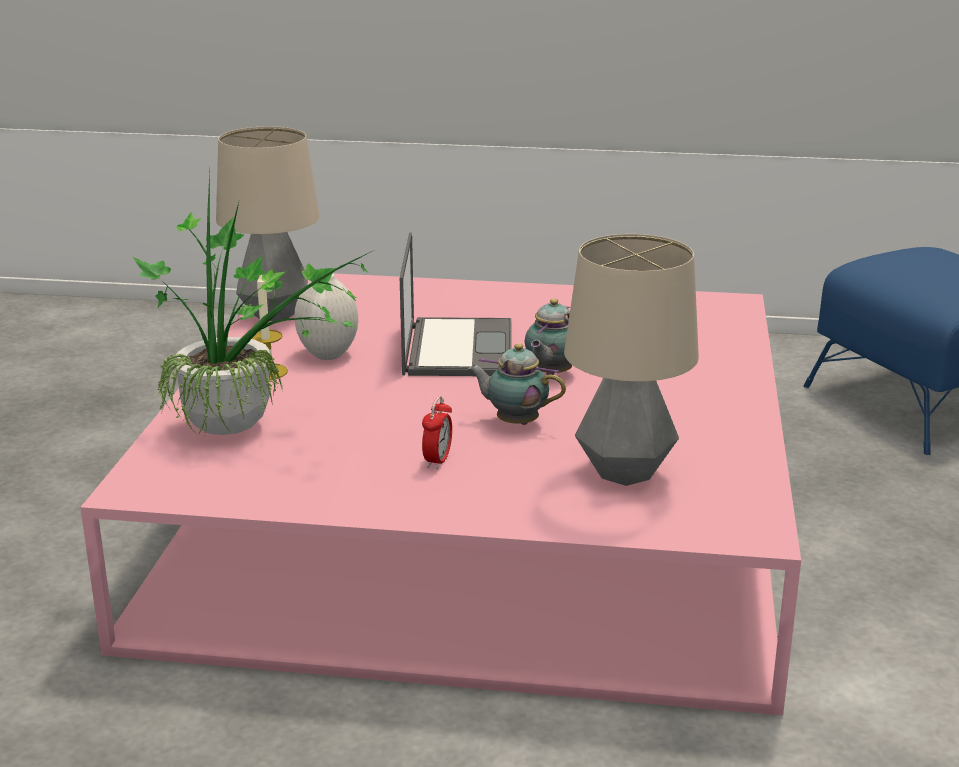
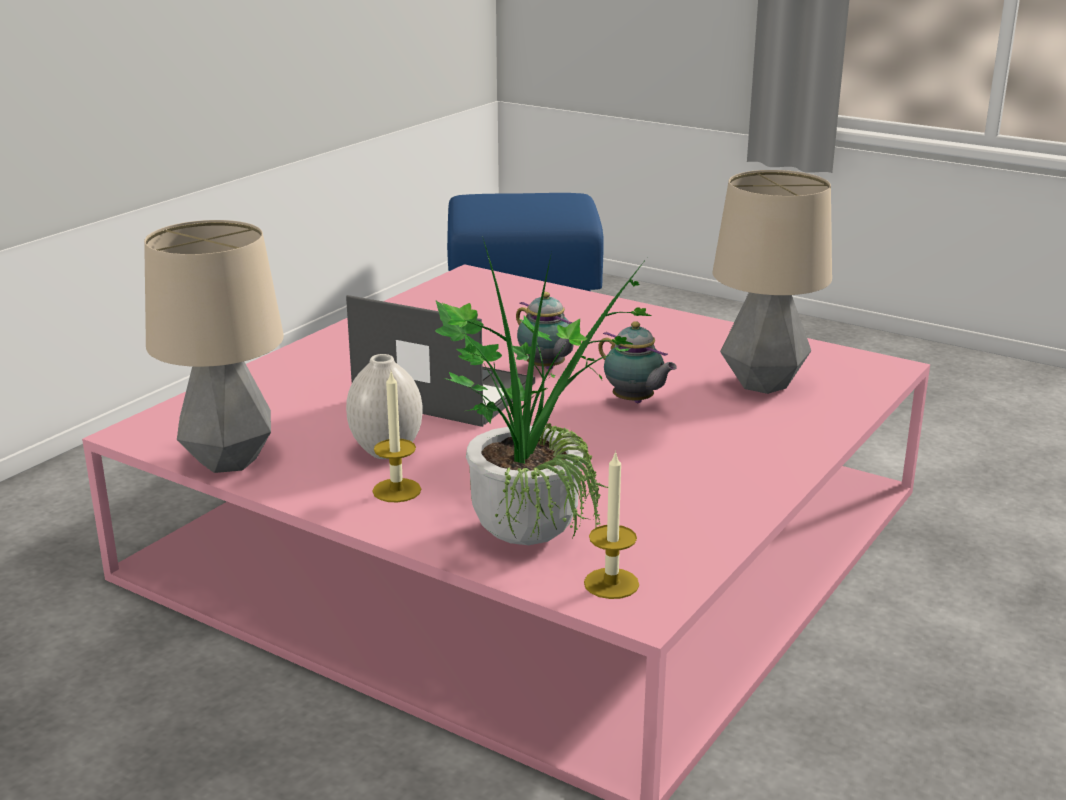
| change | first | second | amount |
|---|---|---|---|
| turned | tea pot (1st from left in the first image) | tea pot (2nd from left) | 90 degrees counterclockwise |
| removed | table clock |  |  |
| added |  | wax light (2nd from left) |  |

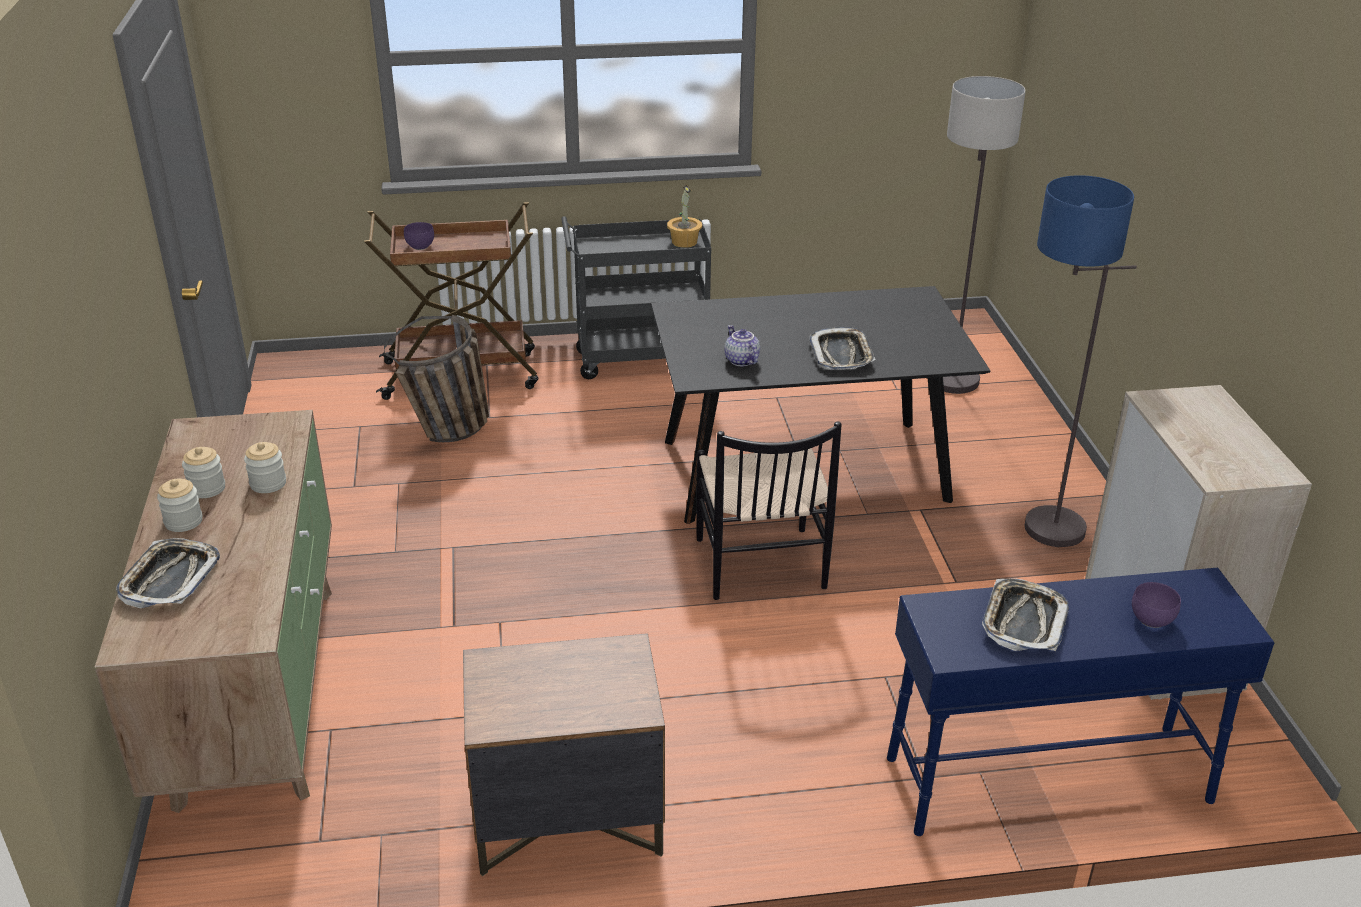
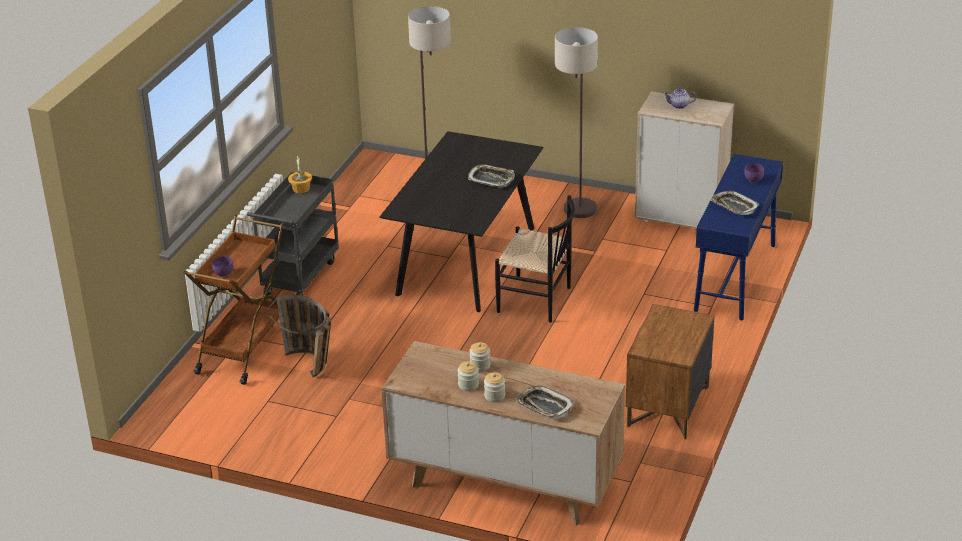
| change | first | second | amount |
|---|---|---|---|
| recoloured | standard lamp (blue) | standard lamp (gray) (2nd from left) |  |
| moved | tea pot |  |  |

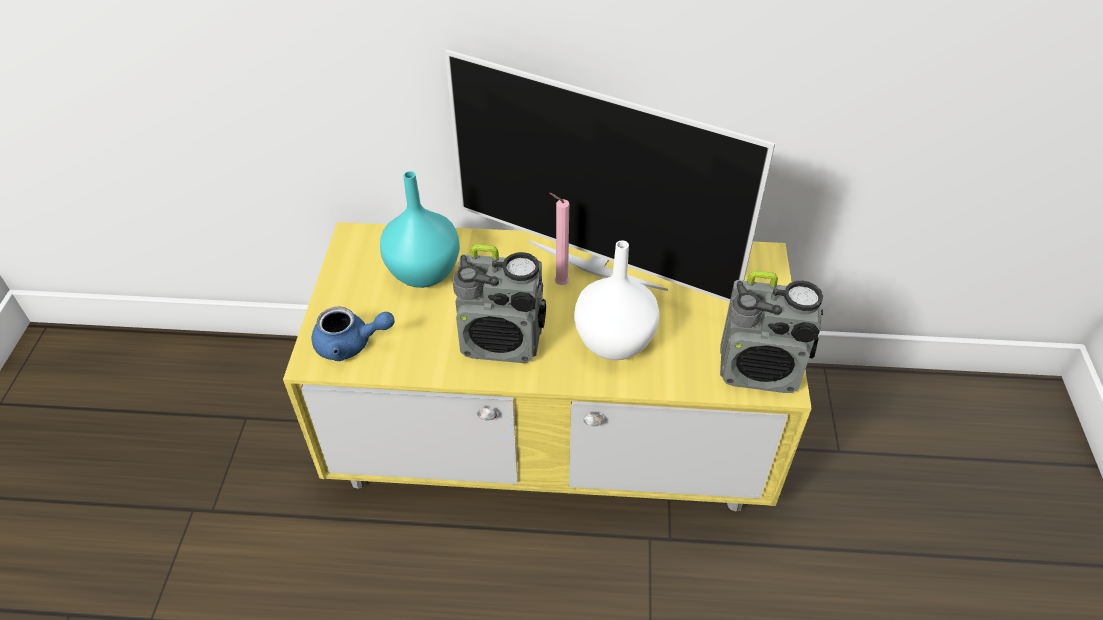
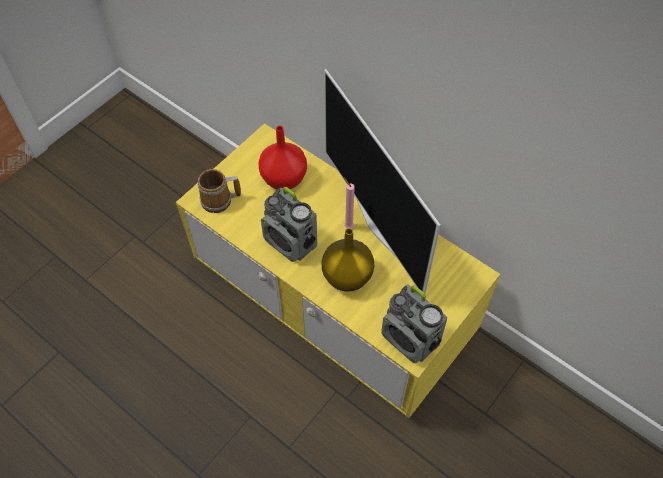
| change | first | second | amount |
|---|---|---|---|
| recoloured | decorative vase (turquoise) | decorative vase (red-coloured) |  |
| recoloured | decorative vase (white-coloured) | decorative vase (yellowish) |  |
| replaced | tea pot (blue) | coffee mug |  |

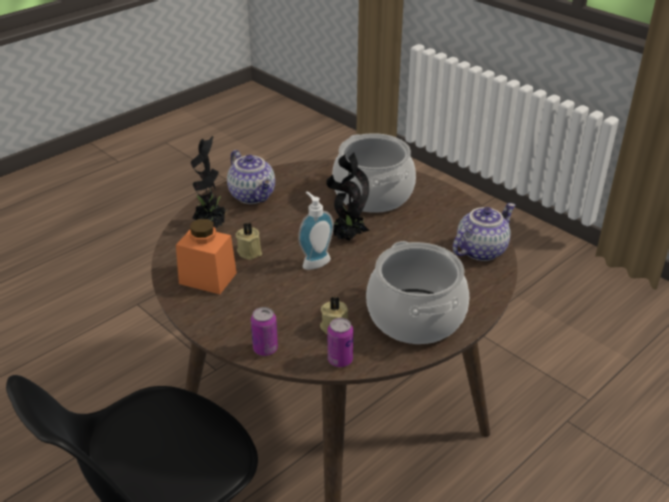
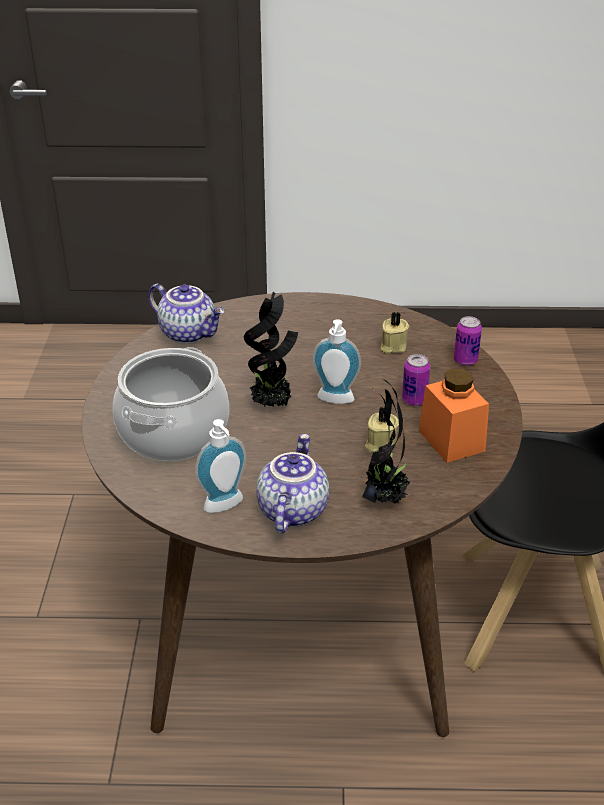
| change | first | second | amount |
|---|---|---|---|
| turned | tea pot (2nd from left in the first image) | tea pot (1st from left) | 150 degrees counterclockwise |
| removed | saucepot (2nd from left) |  |  |
| moved | sealed can (2nd from left in the first image) | sealed can (1st from left) |  |
| added |  | liquid soap bottle (1st from left) |  |

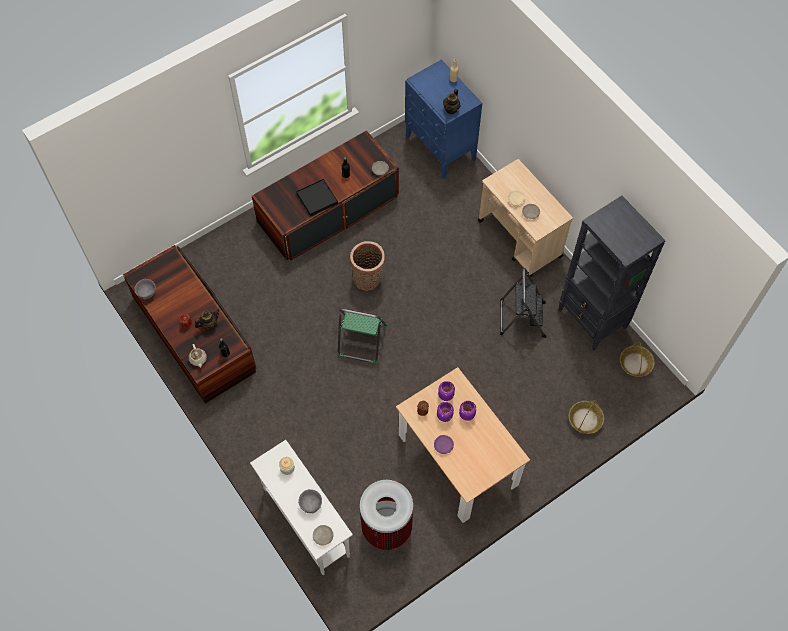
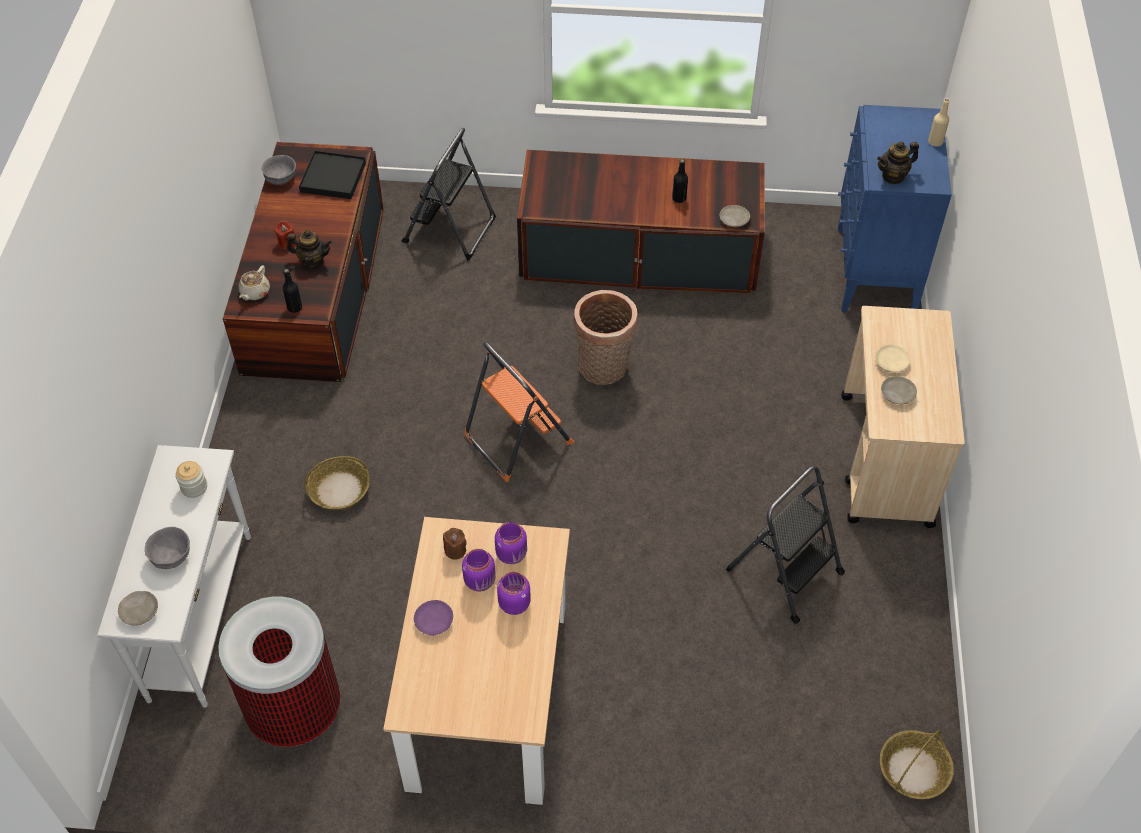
| change | first | second | amount |
|---|---|---|---|
| moved | serving tray (black) |  |  |
| removed | shelving unit (black) |  |  |
| recoloured | step stool (green) | step stool (orangey) |  |
| moved | household basket (2nd from left in the first image) | household basket (1st from left) |  |
| added |  | step stool (black) (1st from left) |  |

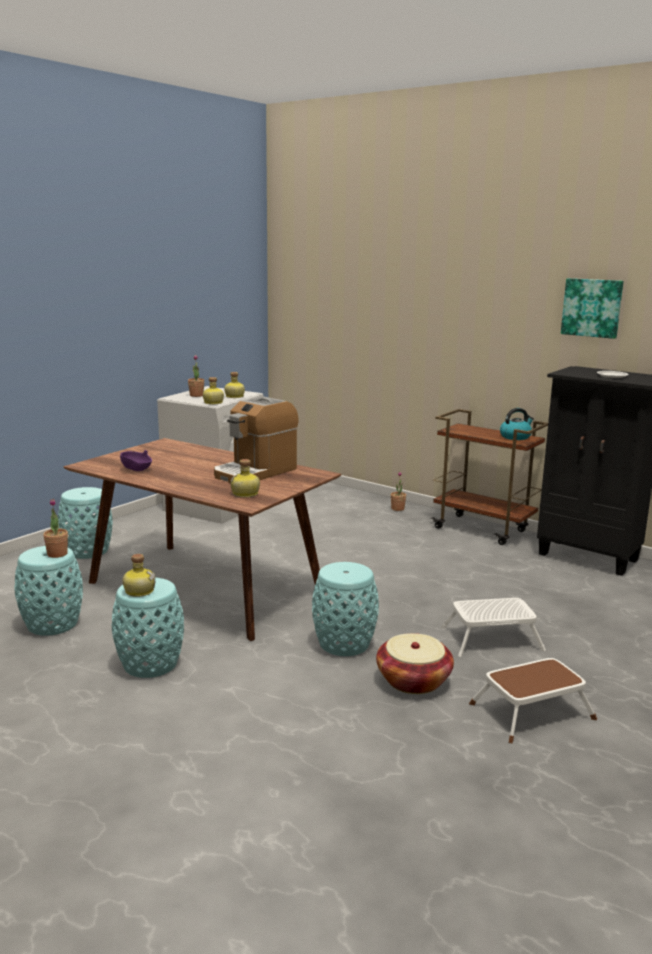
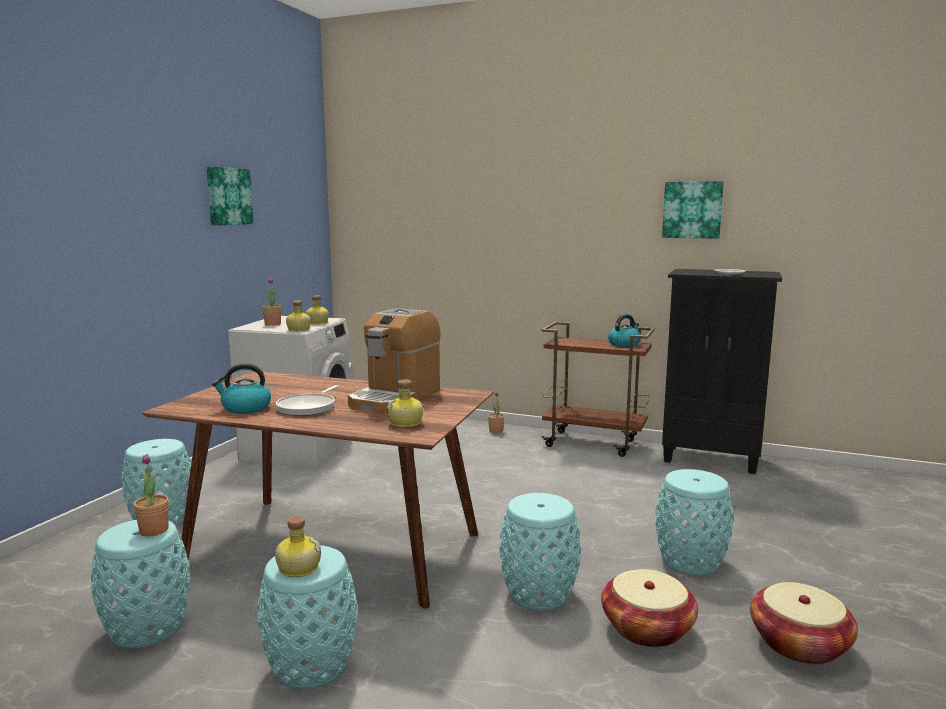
| change | first | second | amount |
|---|---|---|---|
| replaced | serving bowl (purplish) | kettle (1st from left) |  |
| replaced | step stool (white-coloured) | stool (turquoise) (5th from left) |  |
| replaced | step stool (brown-coloured) | household basket (2nd from left) |  |
| added |  | wall picture (1st from left) |  |
| added |  | frying pan |  |

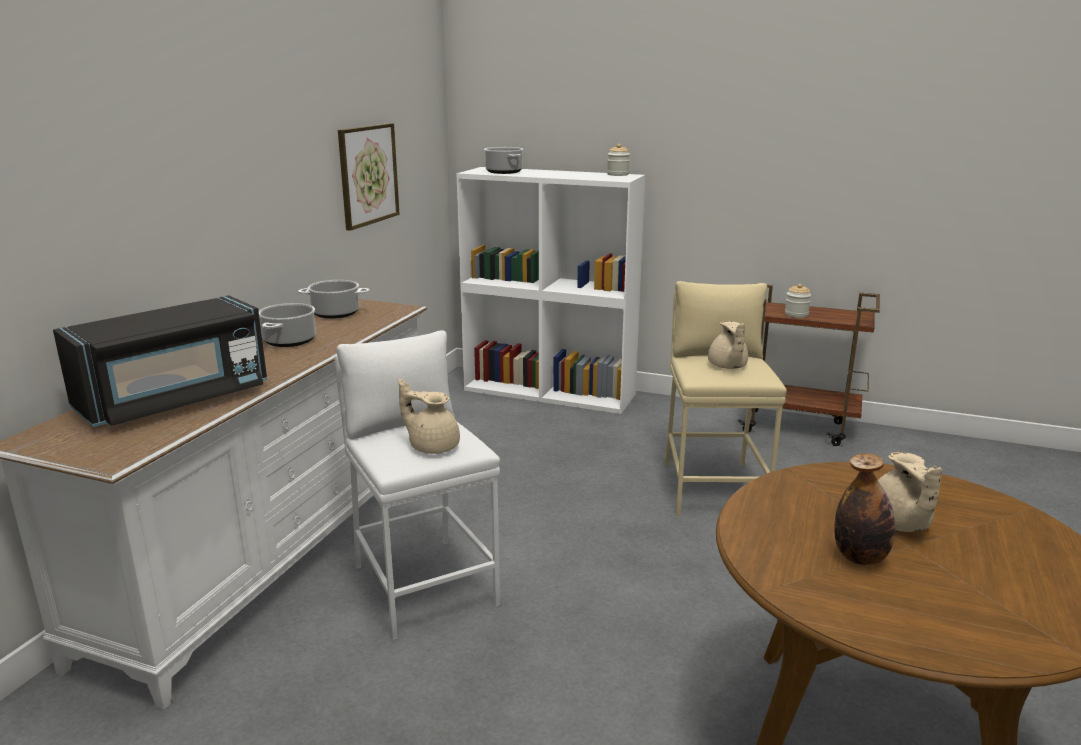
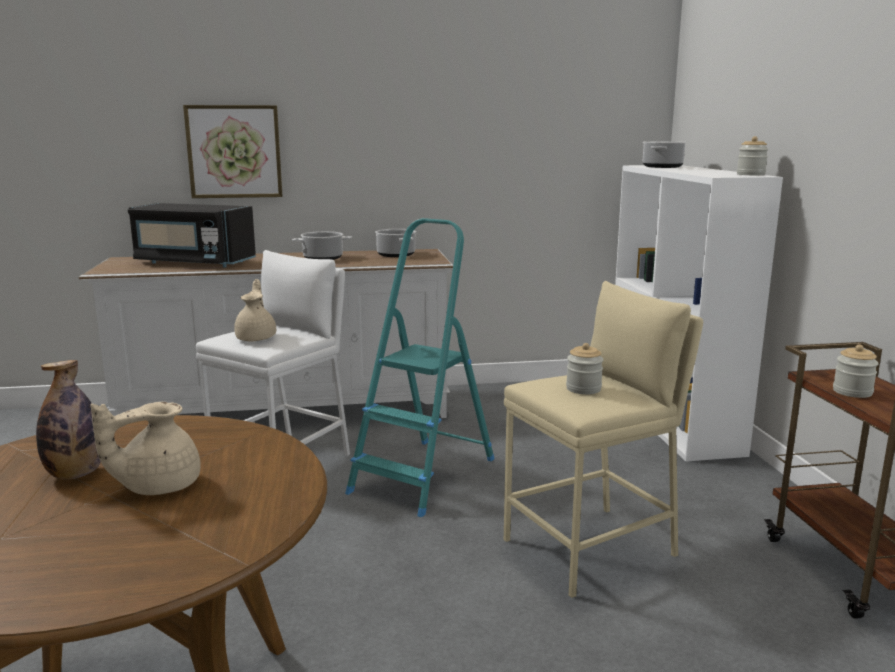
| change | first | second | amount |
|---|---|---|---|
| moved | wall picture |  |  |
| replaced | tea pot (beige-coloured) (2nd from left) | preserve jar (1st from left) |  |
| added |  | step stool (turquoise) |  |

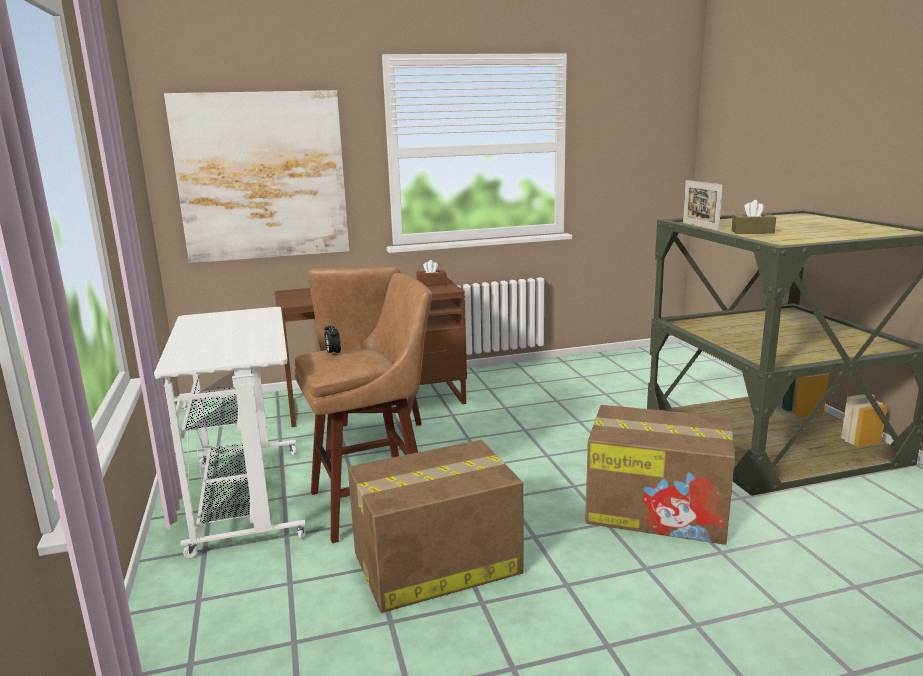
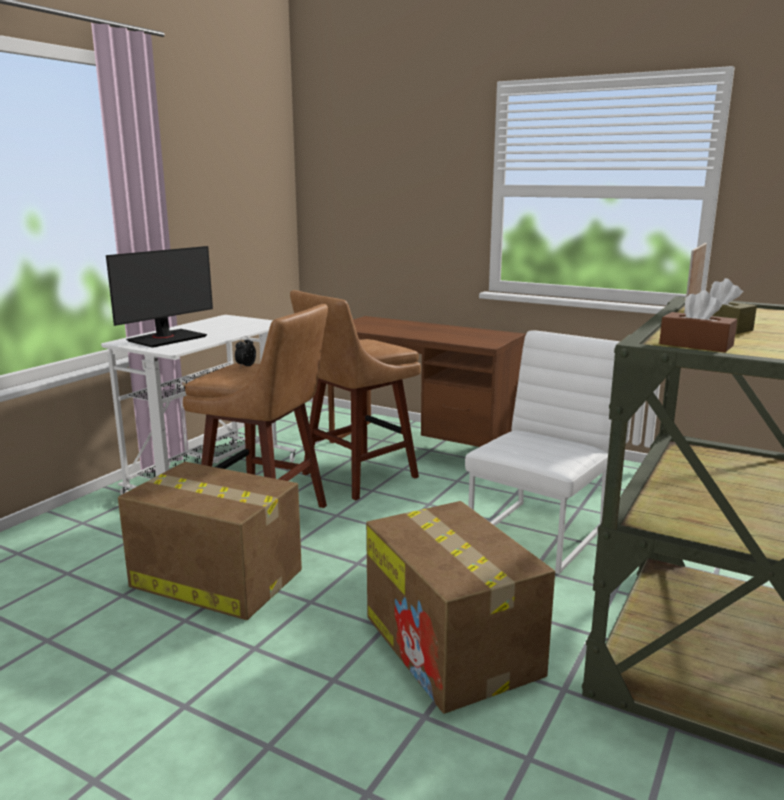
| change | first | second | amount |
|---|---|---|---|
| removed | wall picture |  |  |
| moved | tissue holder (brown-coloured) (1st from left) |  |  |
| added |  | monitor |  |
| added |  | chair (white-coloured) |  |

